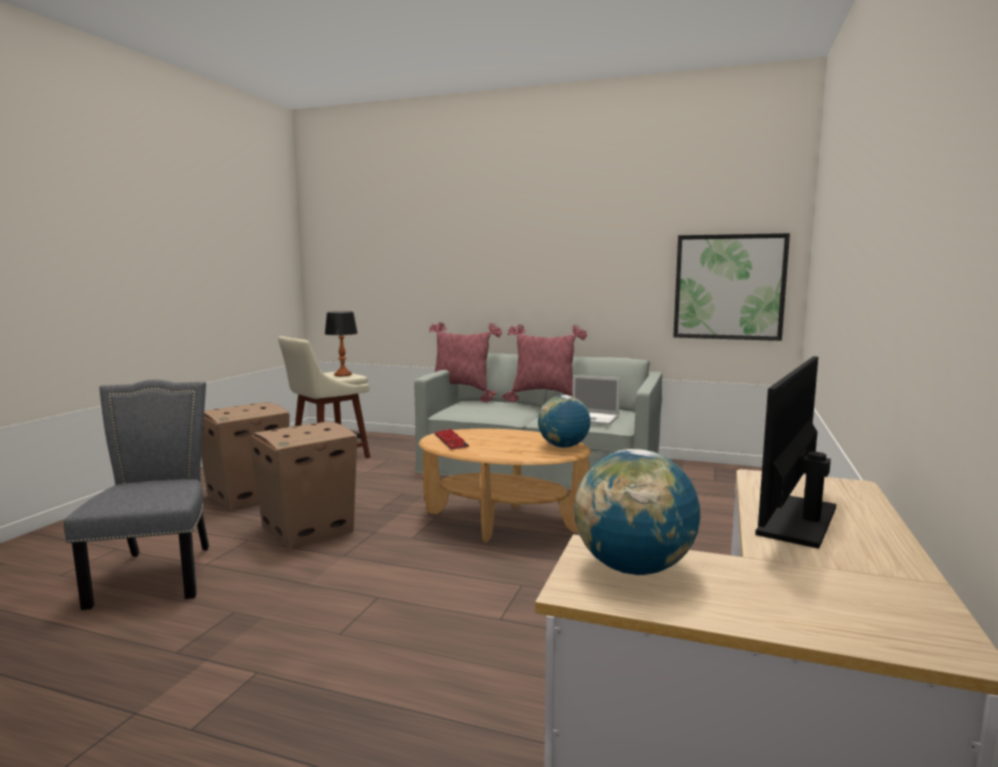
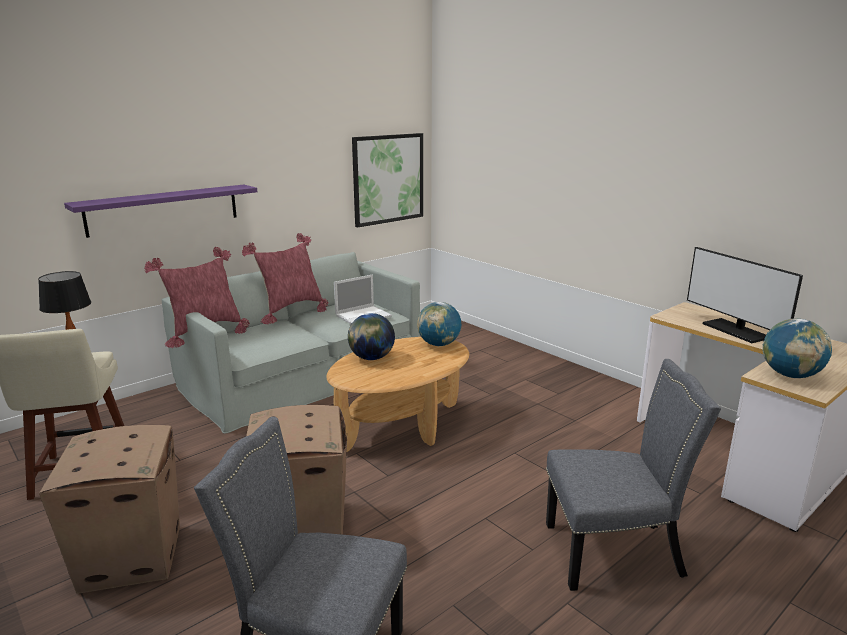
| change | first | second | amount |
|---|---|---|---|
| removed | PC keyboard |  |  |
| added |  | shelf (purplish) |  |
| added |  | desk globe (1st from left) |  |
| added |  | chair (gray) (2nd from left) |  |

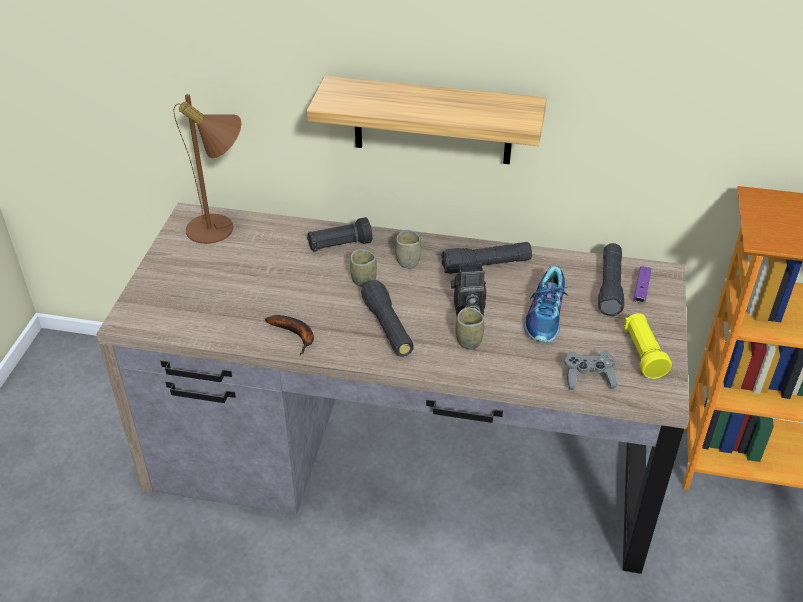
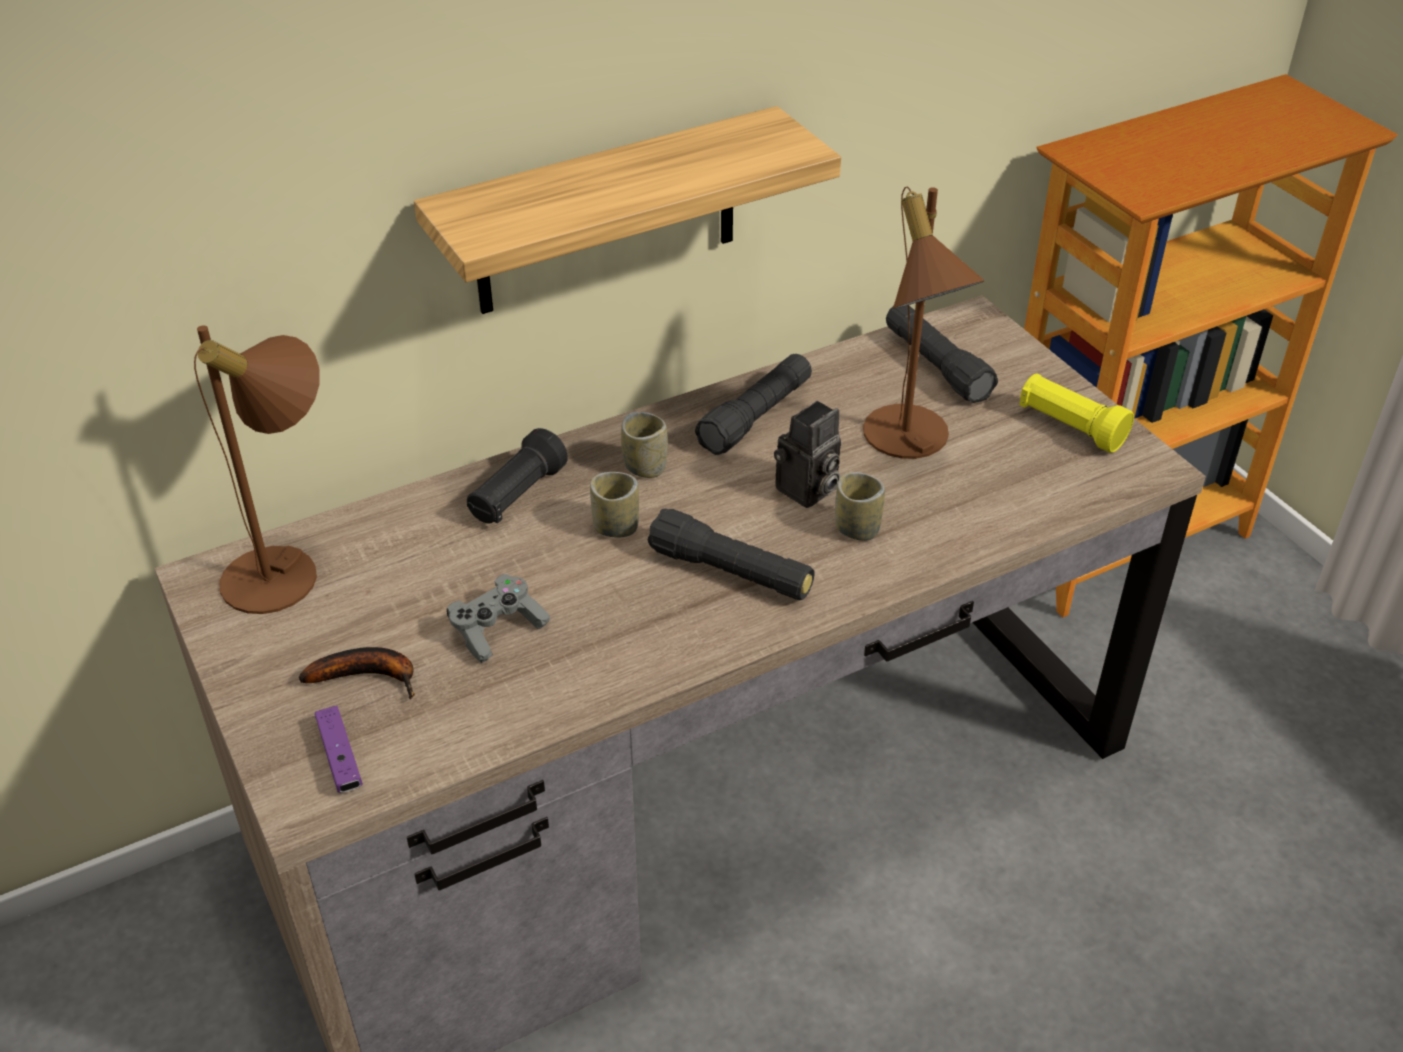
| change | first | second | amount |
|---|---|---|---|
| replaced | item of footwear | lamp for a table (brown-coloured) (2nd from left) |  |
| moved | joypad (purplish) |  |  |
| moved | whole banana |  |  |
| moved | joypad (gray) |  |  |

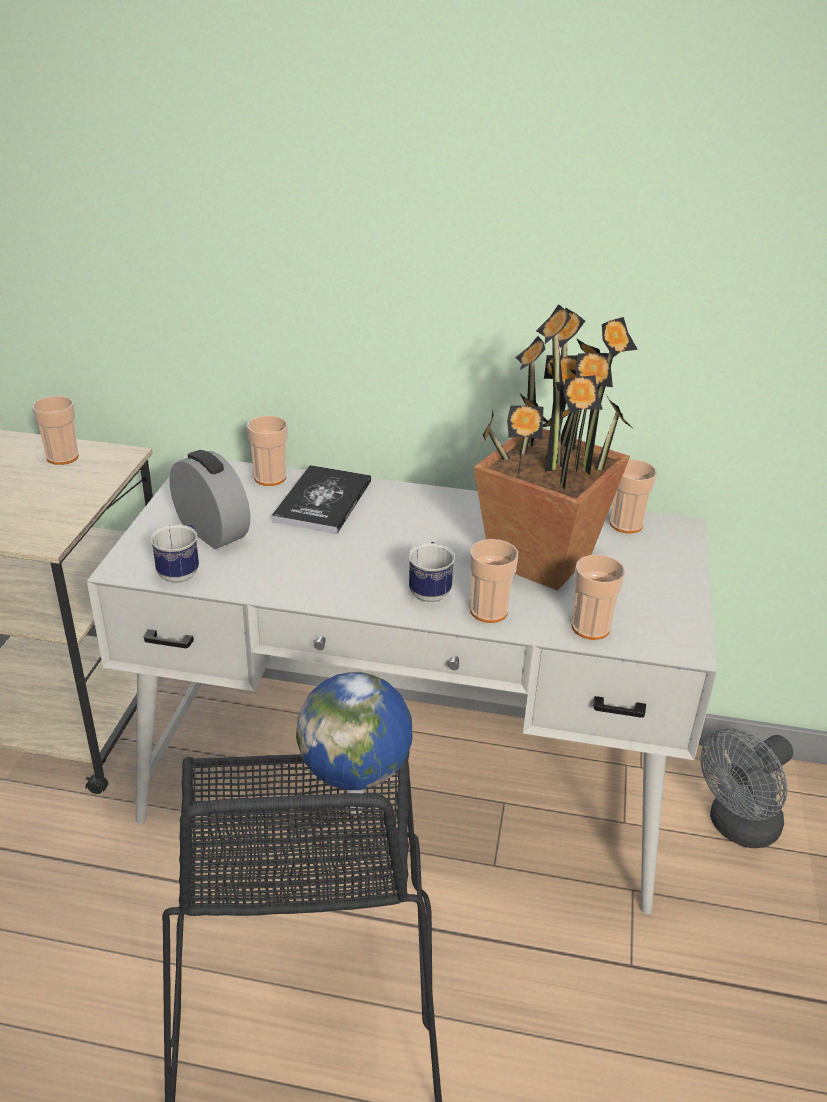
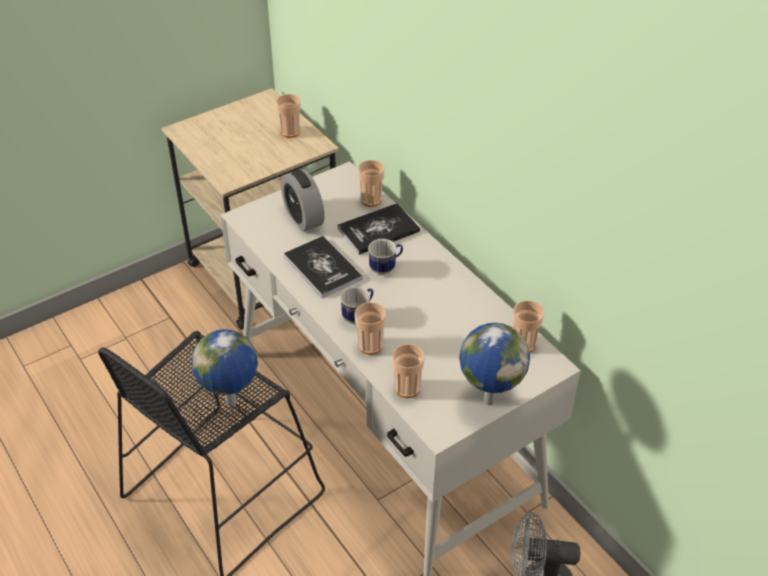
| change | first | second | amount |
|---|---|---|---|
| removed | houseplant |  |  |
| turned | table clock |  | 150 degrees clockwise |
| moved | coffee mug (1st from left in the first image) | coffee mug (2nd from left) |  |
| added |  | volume (1st from left) |  |
| added |  | desk globe (2nd from left) |  |

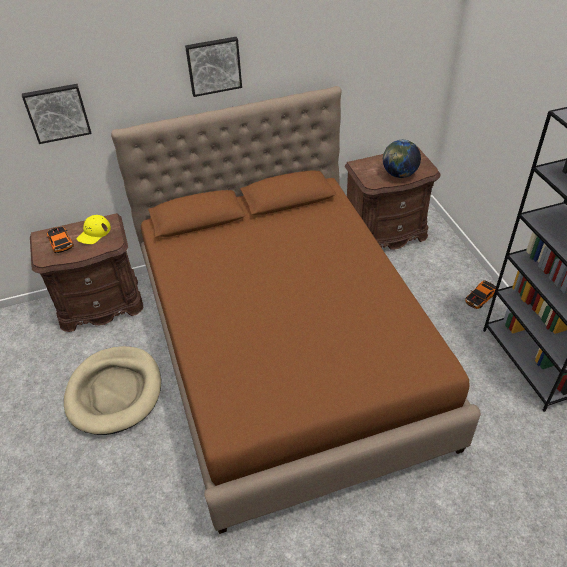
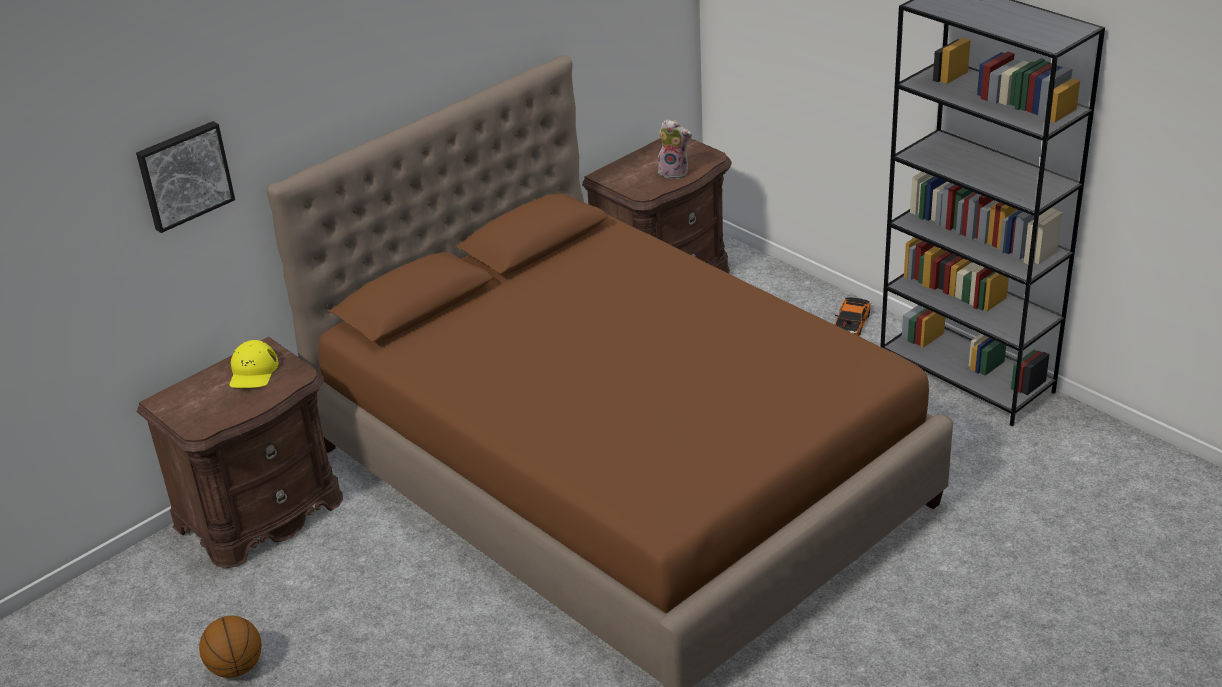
| change | first | second | amount |
|---|---|---|---|
| removed | wall picture (2nd from left) |  |  |
| replaced | desk globe | plush toy |  |
| removed | model car (1st from left) |  |  |
| removed | dog cushion (beige-coloured) |  |  |
| added |  | ball for basketball |  |

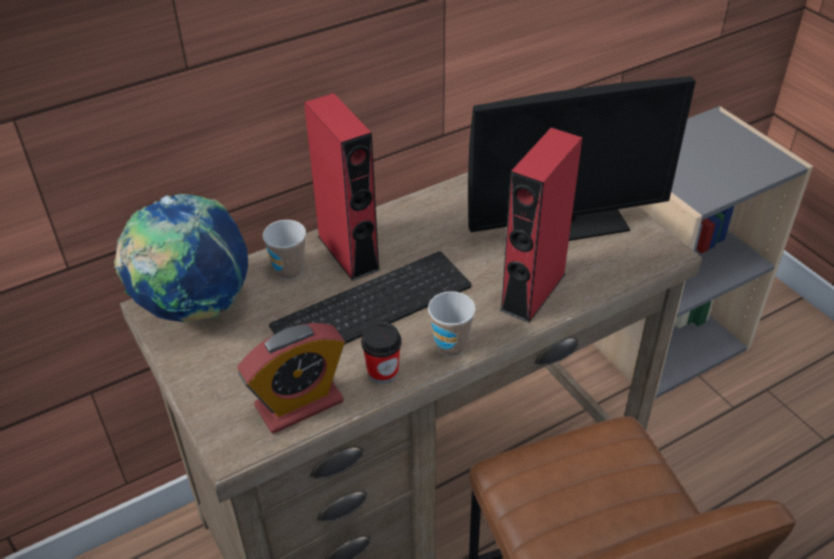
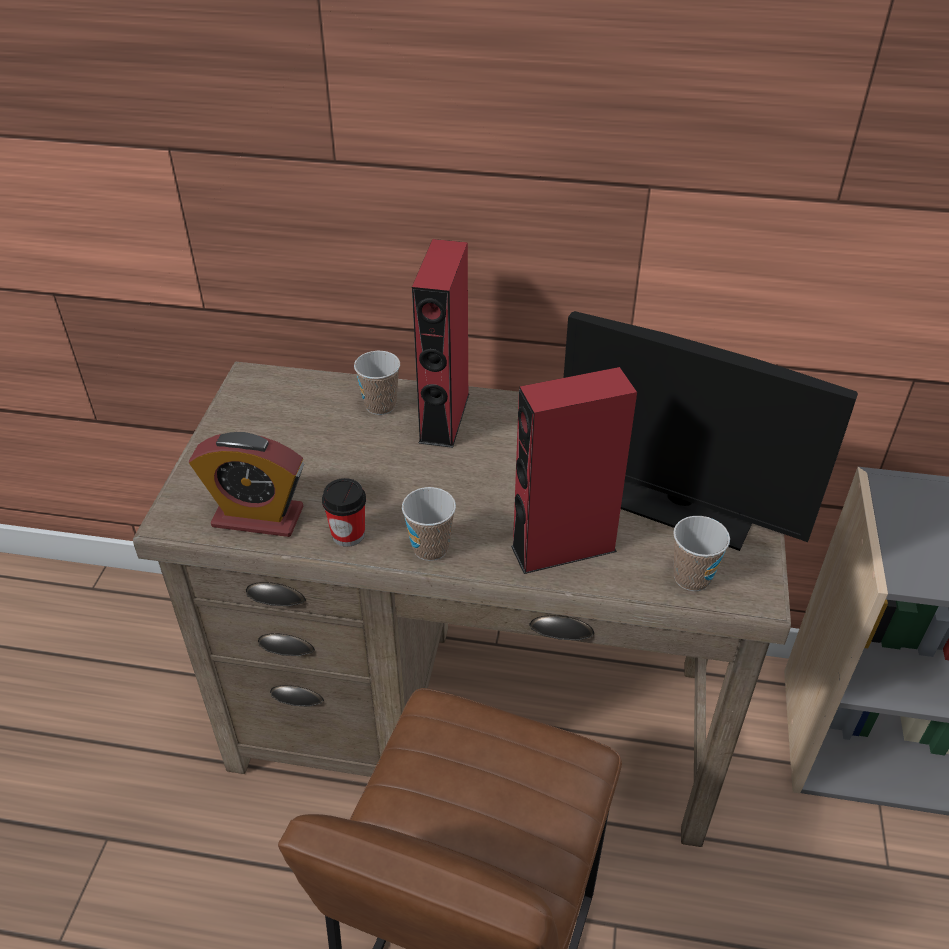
| change | first | second | amount |
|---|---|---|---|
| removed | desk globe |  |  |
| removed | PC keyboard |  |  |
| added |  | drinking cup (4th from left) |  |

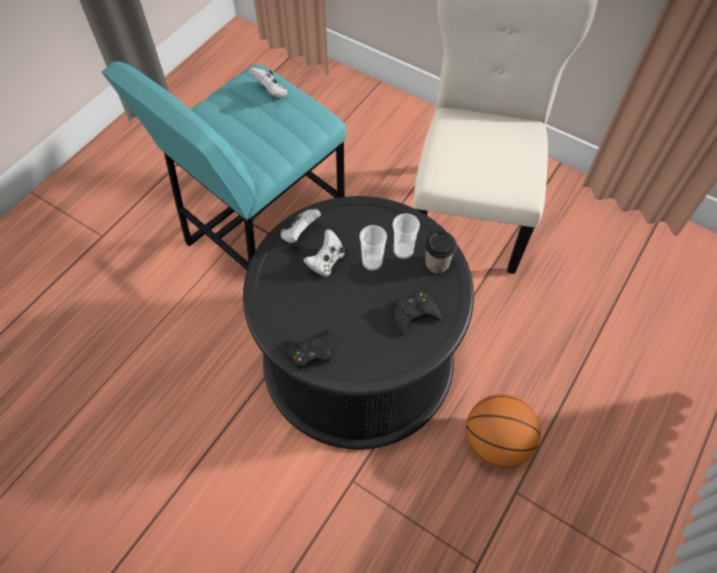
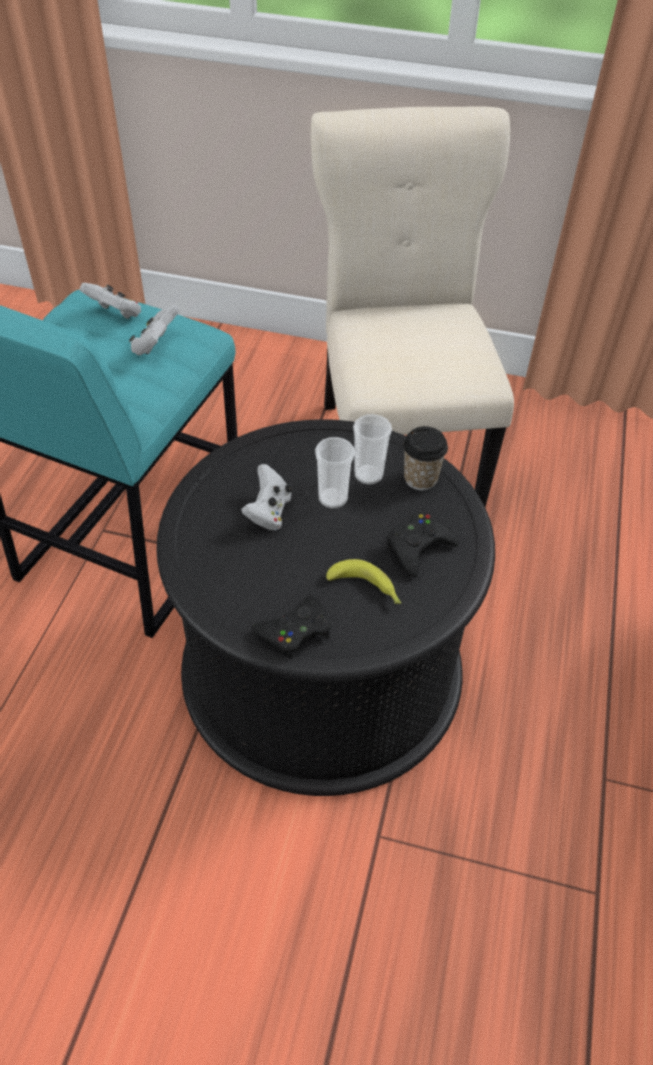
| change | first | second | amount |
|---|---|---|---|
| moved | joypad (white-coloured) (2nd from left) |  |  |
| removed | ball for basketball |  |  |
| added |  | whole banana |  |

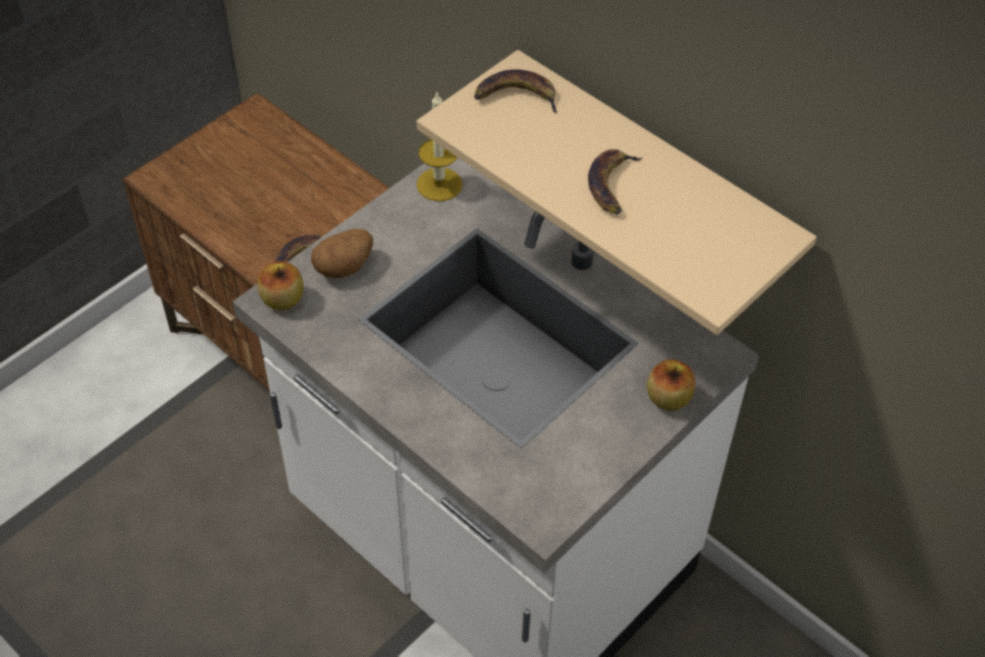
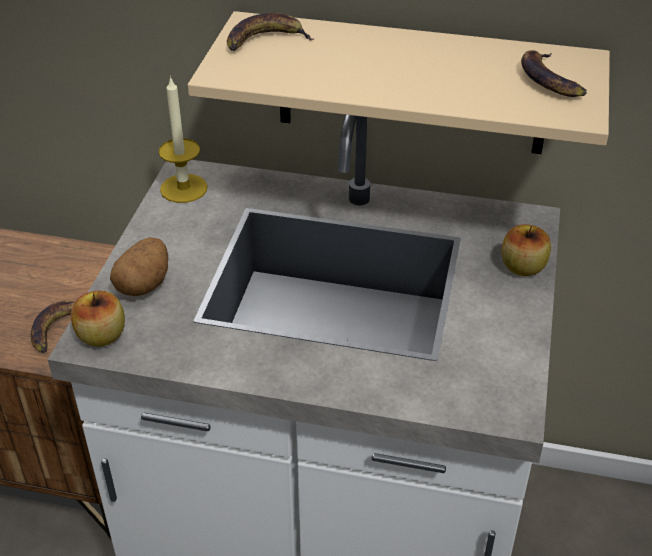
| change | first | second | amount |
|---|---|---|---|
| moved | whole banana (3rd from left) |  |  |

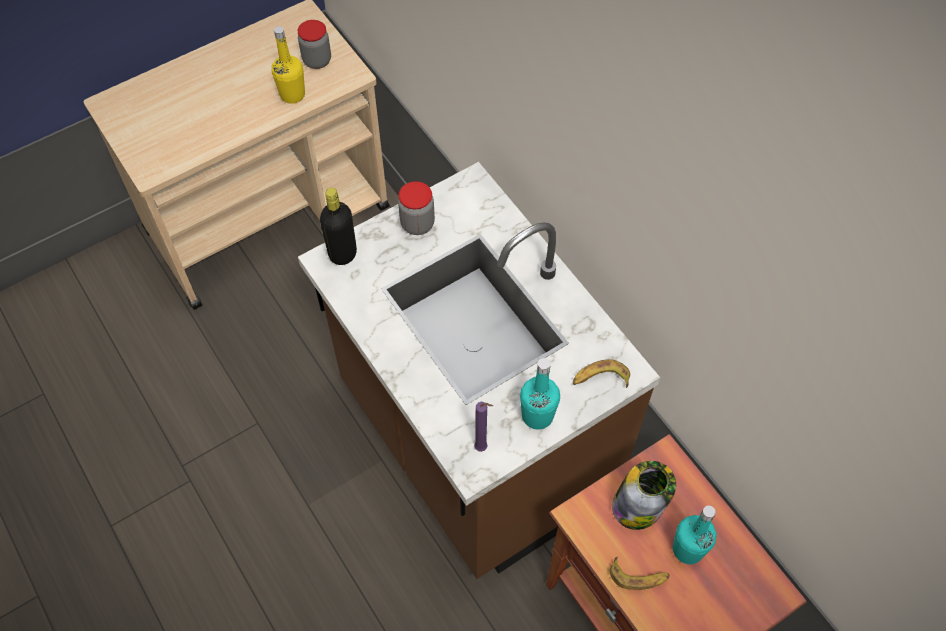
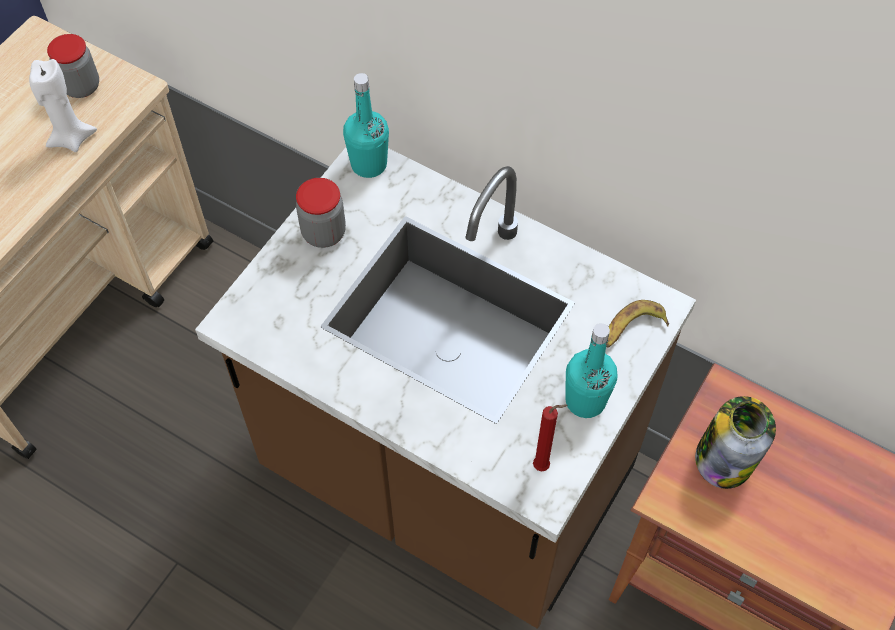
| change | first | second | amount |
|---|---|---|---|
| replaced | drink bottle (yellowish) | wax light (white-coloured) |  |
| removed | drink bottle (black) |  |  |
| recoloured | wax light (purplish) | wax light (red-coloured) |  |
| moved | drink bottle (turquoise) (2nd from left in the first image) | drink bottle (turquoise) (1st from left) |  |
| removed | whole banana (2nd from left) |  |  |

